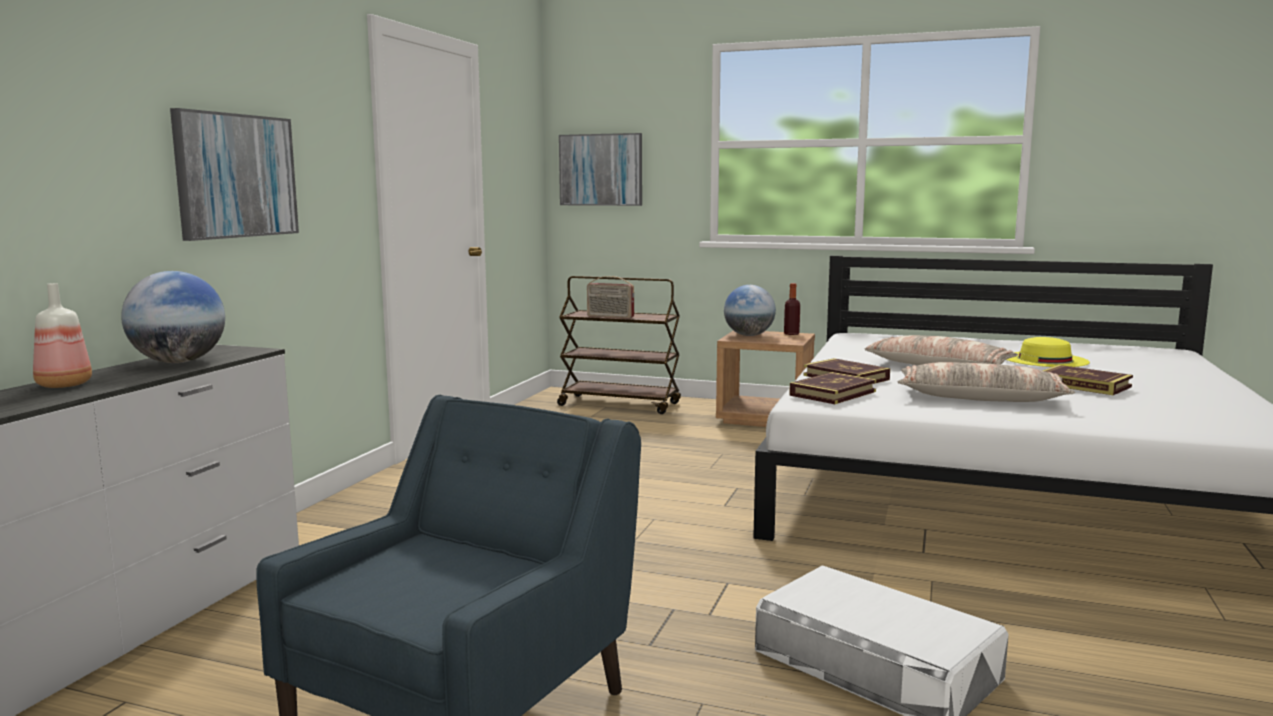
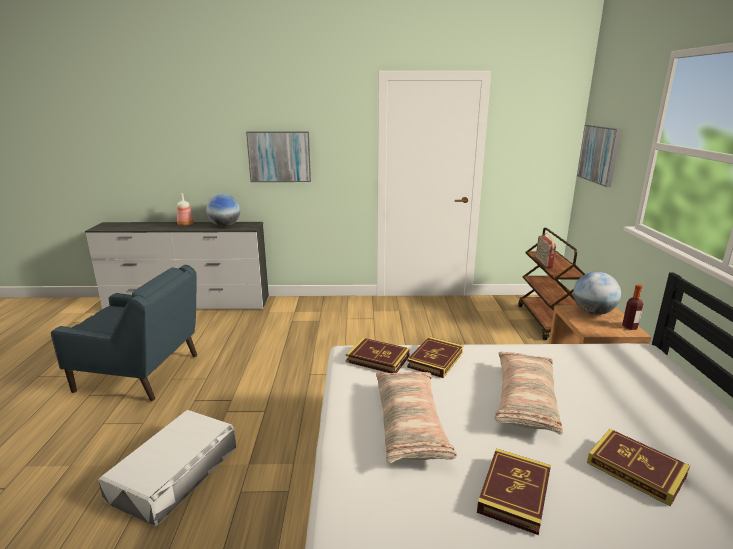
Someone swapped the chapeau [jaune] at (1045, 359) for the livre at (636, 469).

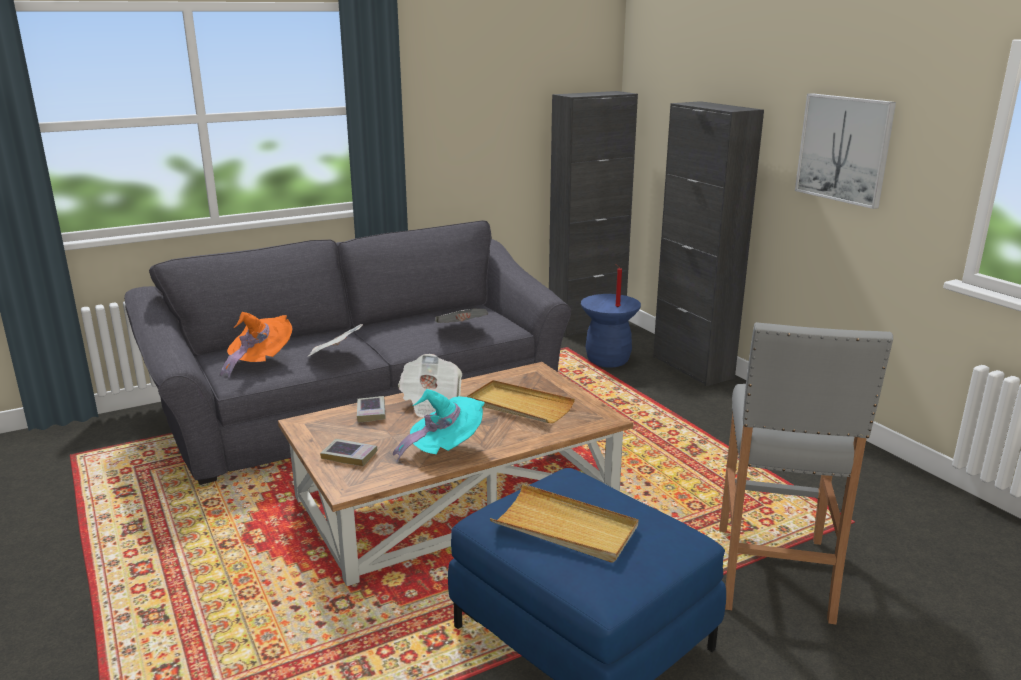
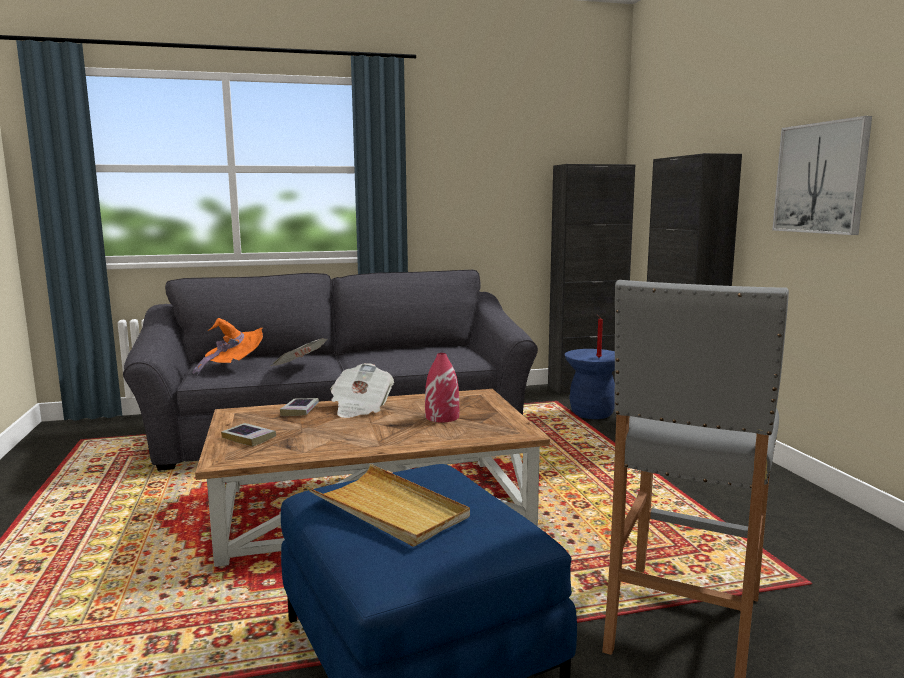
Someone took away the chapeau [turquoise] at (444, 449).
Someone took away the journal at (461, 330).
Someone swapped the plateau [beige] at (519, 405) for the vase [rouge] at (442, 417).

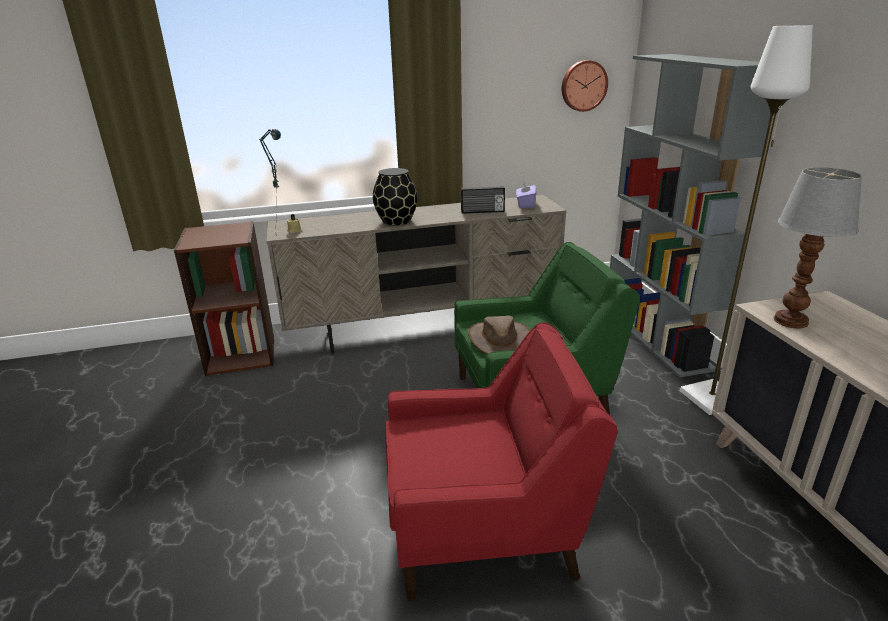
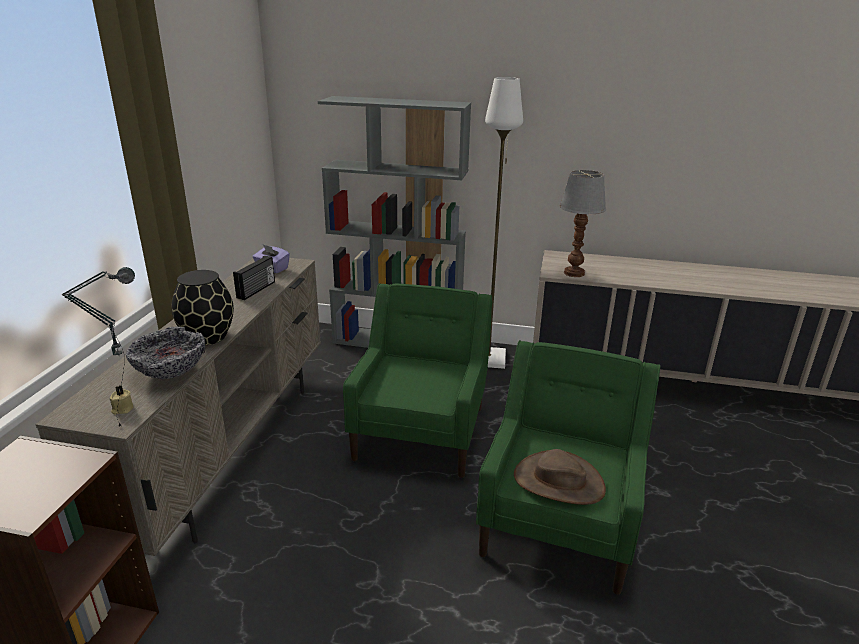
Someone took away the horloge murale at (583, 85).
Someone put down the bol at (170, 373).
Someone carried the chapeau [marron] from (499, 339) to (558, 482).
Someone repainted the fauteuil [rouge] at (485, 527), which became the fauteuil [vert] at (559, 521).

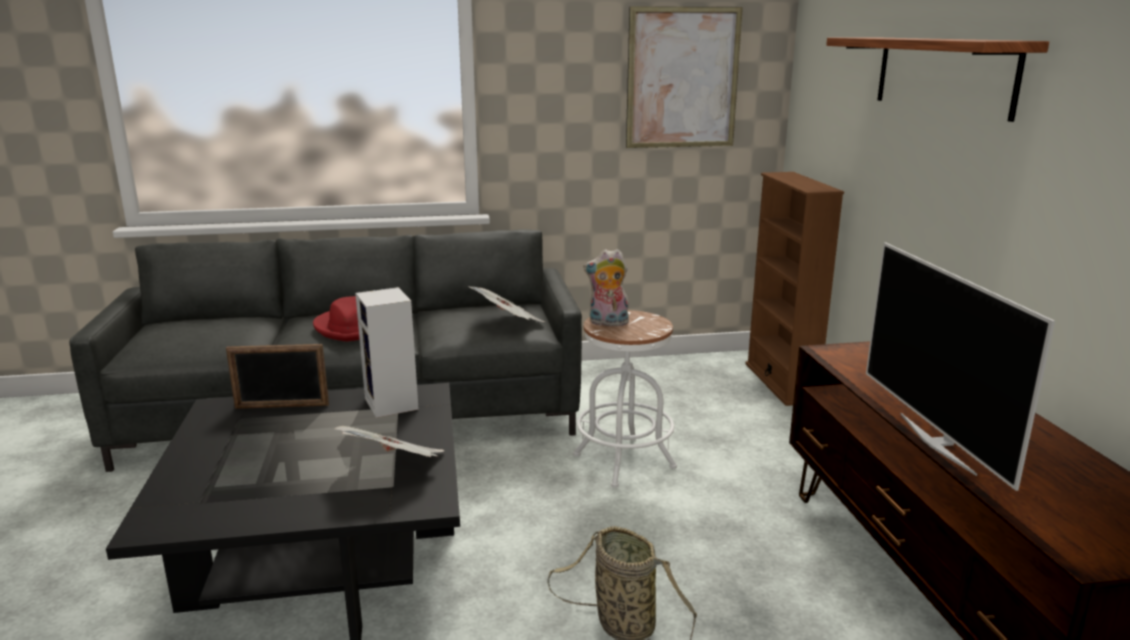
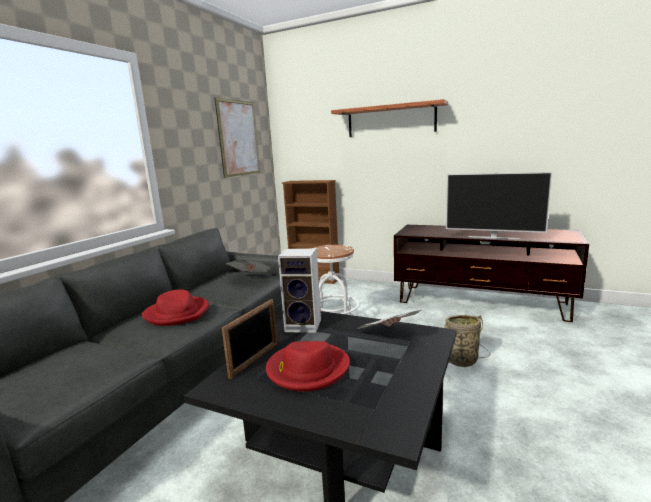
Someone took away the peluche at (607, 323).
Someone put down the chapeau [rouge] at (307, 369).

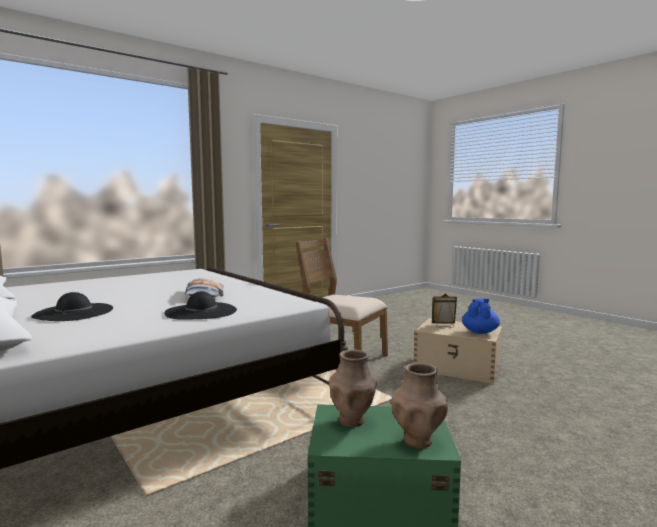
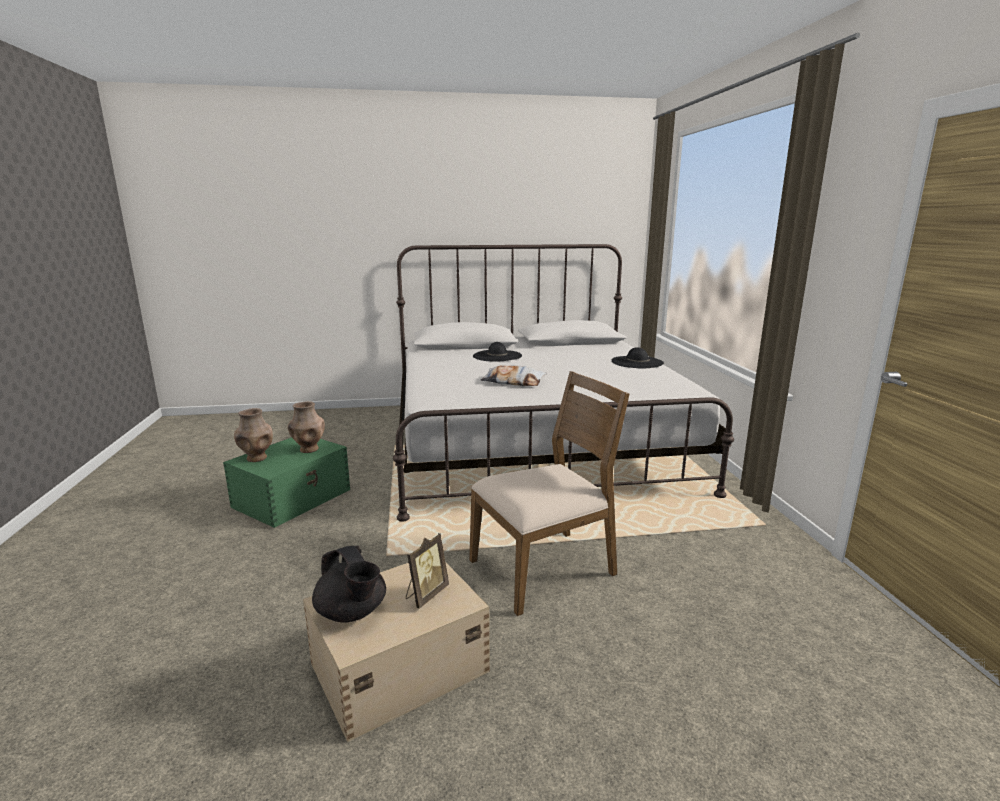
Someone carried the chapeau [noir] from (201, 311) to (637, 362).
Someone repainted the théière [bleu] at (480, 332), which became the théière [noir] at (352, 613).

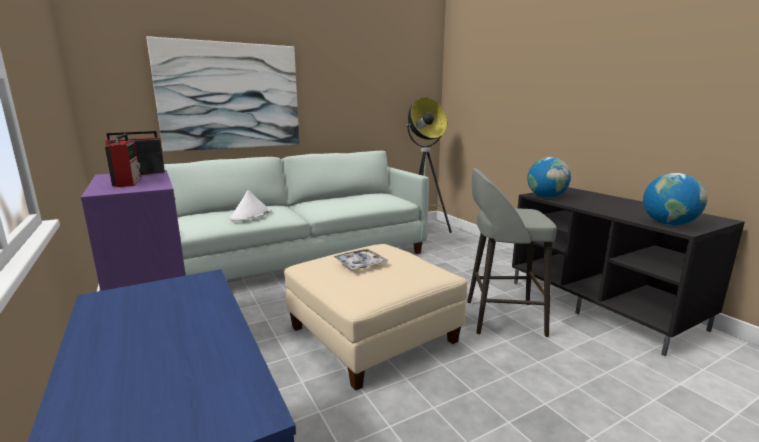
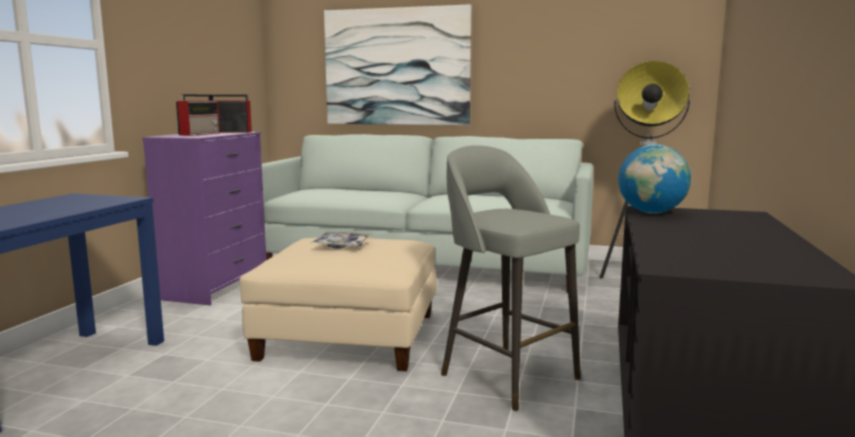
Someone took away the chapeau [blanc] at (250, 215).
Someone took away the globe at (669, 224).

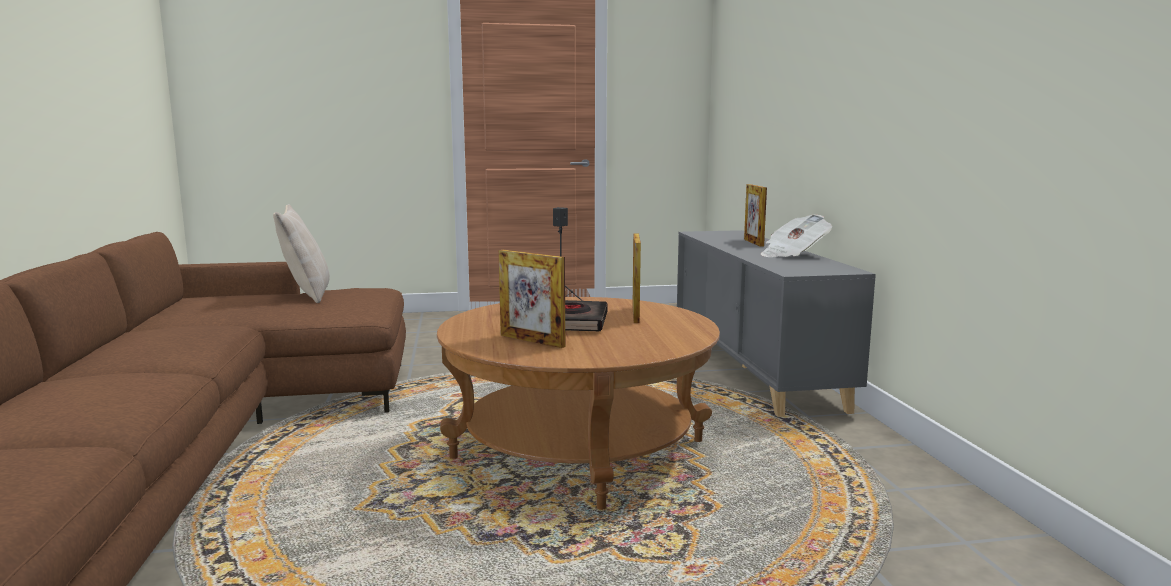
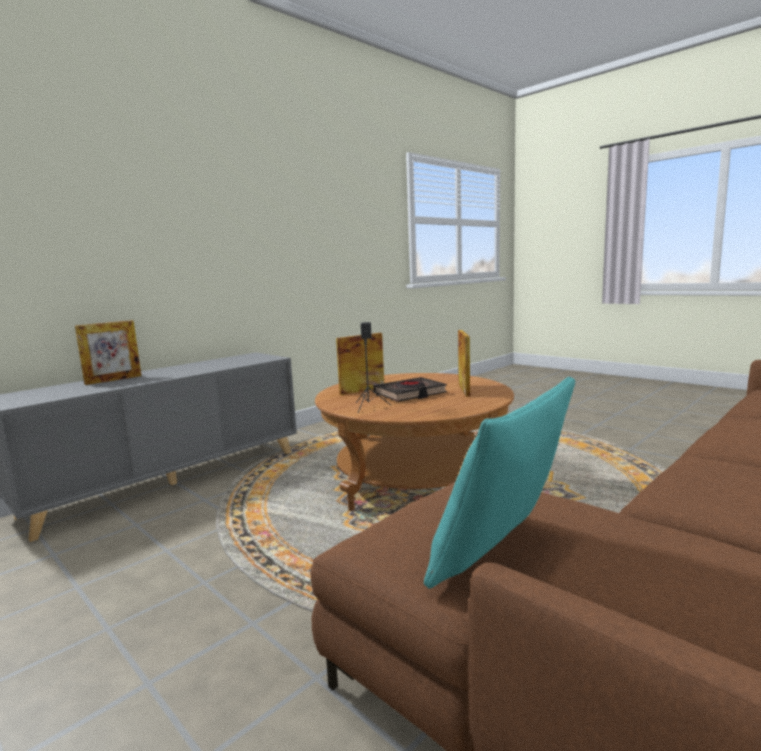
Someone took away the journal at (793, 255).
Someone repainted the coussin [beige] at (307, 294), which became the coussin [turquoise] at (501, 555).

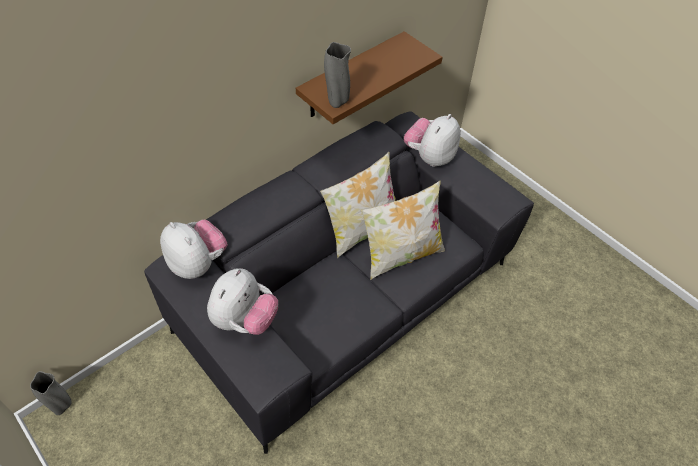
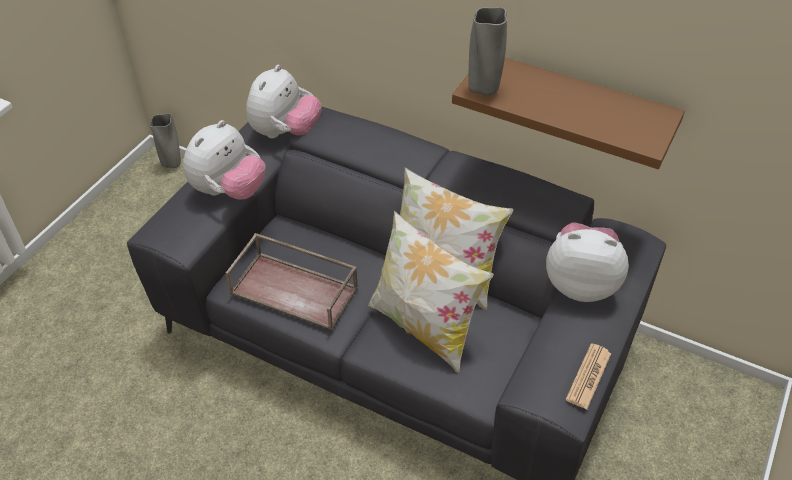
Someone put down the plateau [marron] at (295, 290).
Someone put down the journal at (588, 376).
Someone rotated the peluche at (245, 320) by 60 degrees counterclockwise.

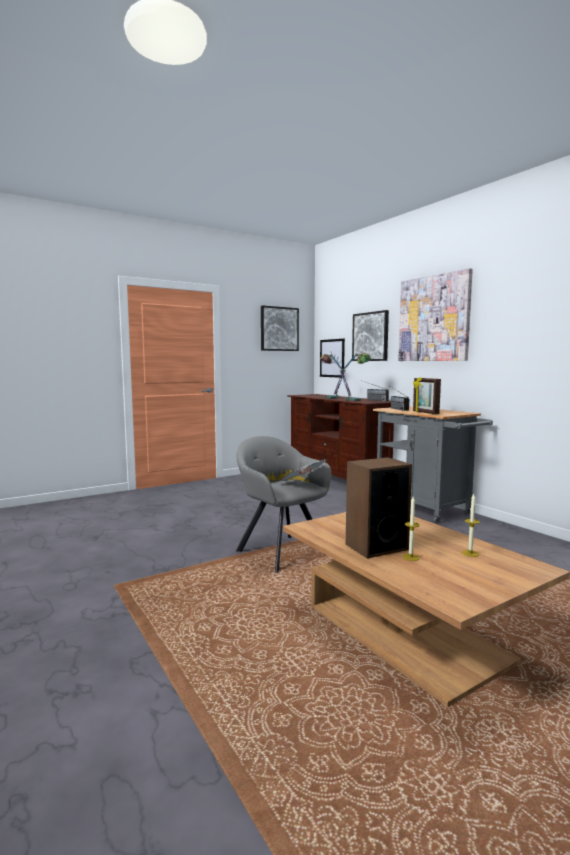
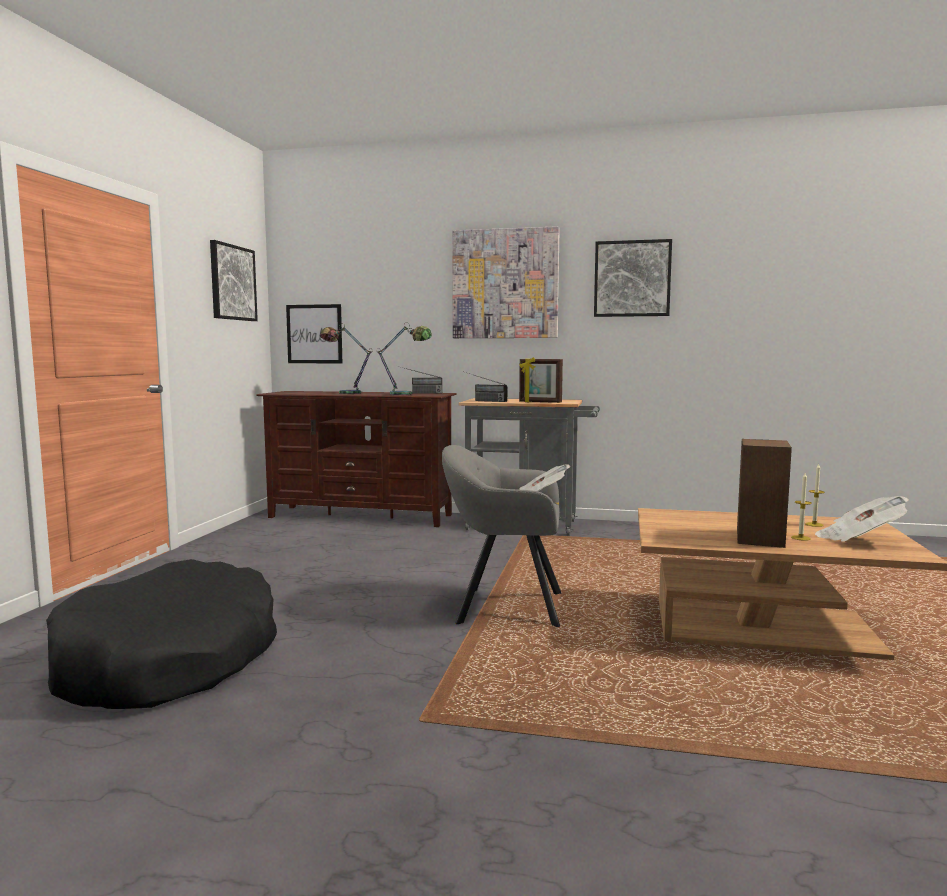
Someone put down the panier pour chien [noir] at (168, 661).
Someone put down the journal at (859, 539).
Someone carried the tableau from (370, 336) to (632, 279).

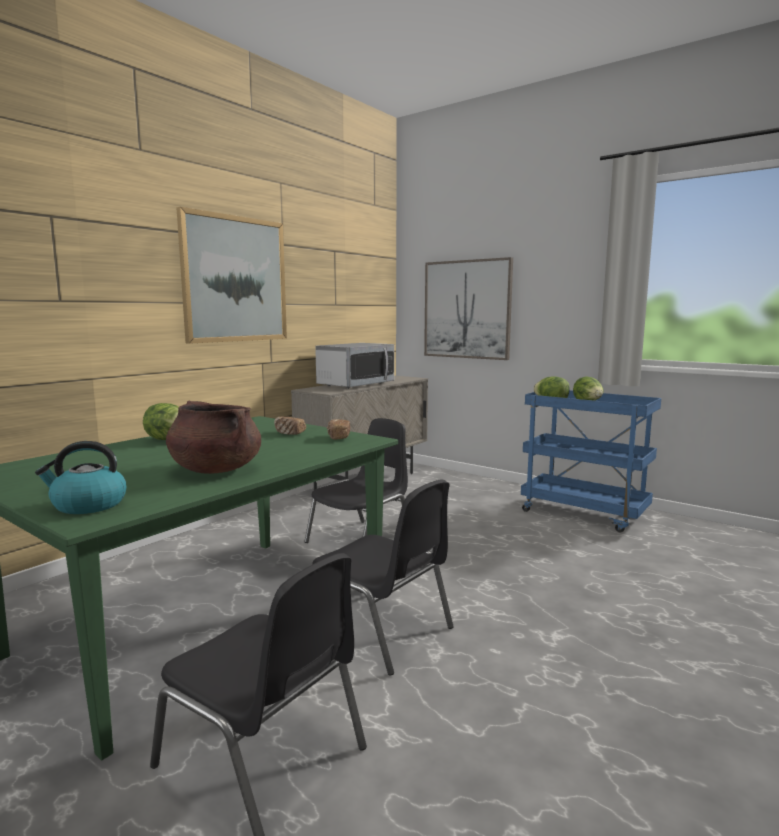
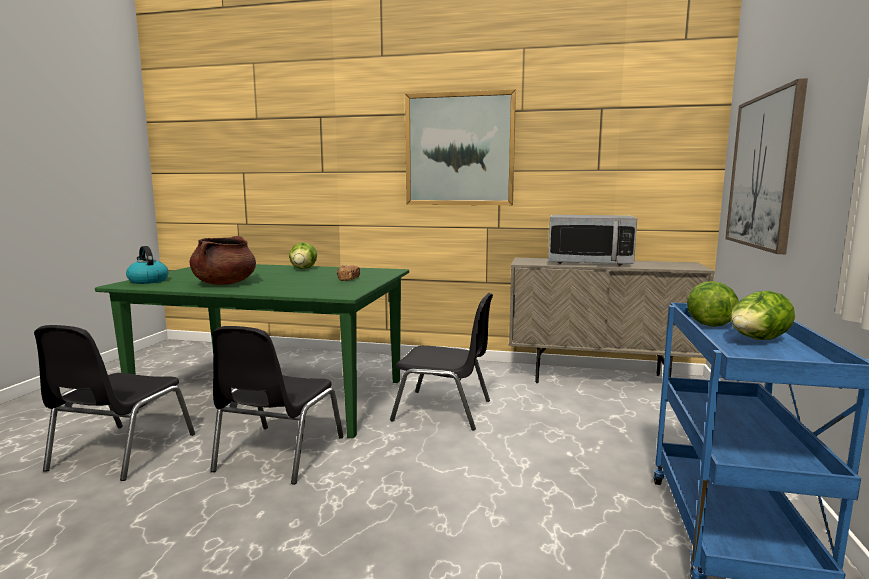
Someone took away the pain at (338, 437).

